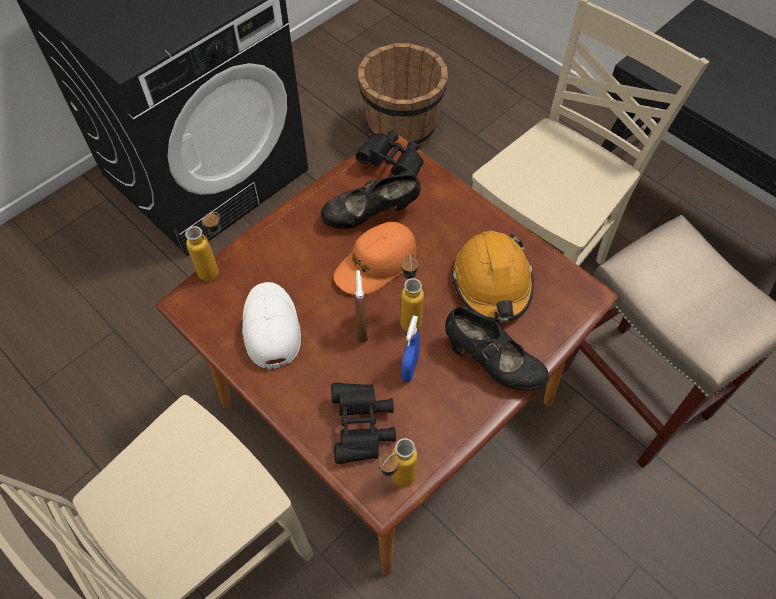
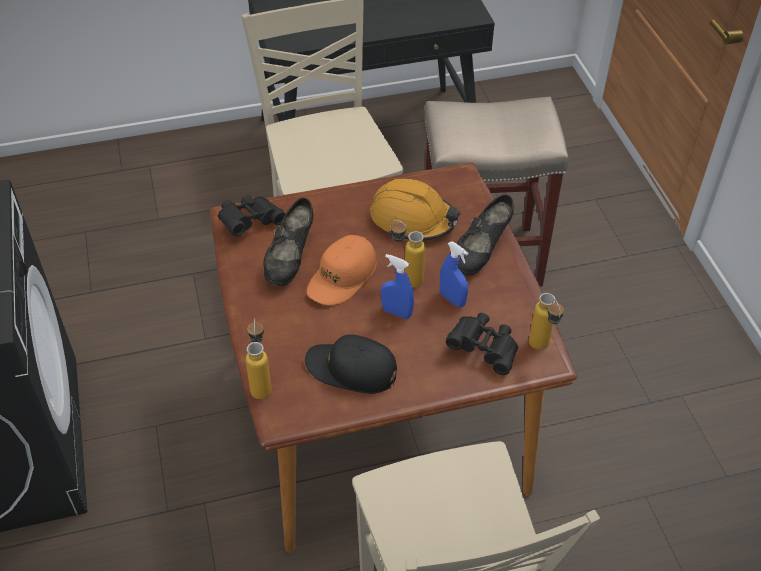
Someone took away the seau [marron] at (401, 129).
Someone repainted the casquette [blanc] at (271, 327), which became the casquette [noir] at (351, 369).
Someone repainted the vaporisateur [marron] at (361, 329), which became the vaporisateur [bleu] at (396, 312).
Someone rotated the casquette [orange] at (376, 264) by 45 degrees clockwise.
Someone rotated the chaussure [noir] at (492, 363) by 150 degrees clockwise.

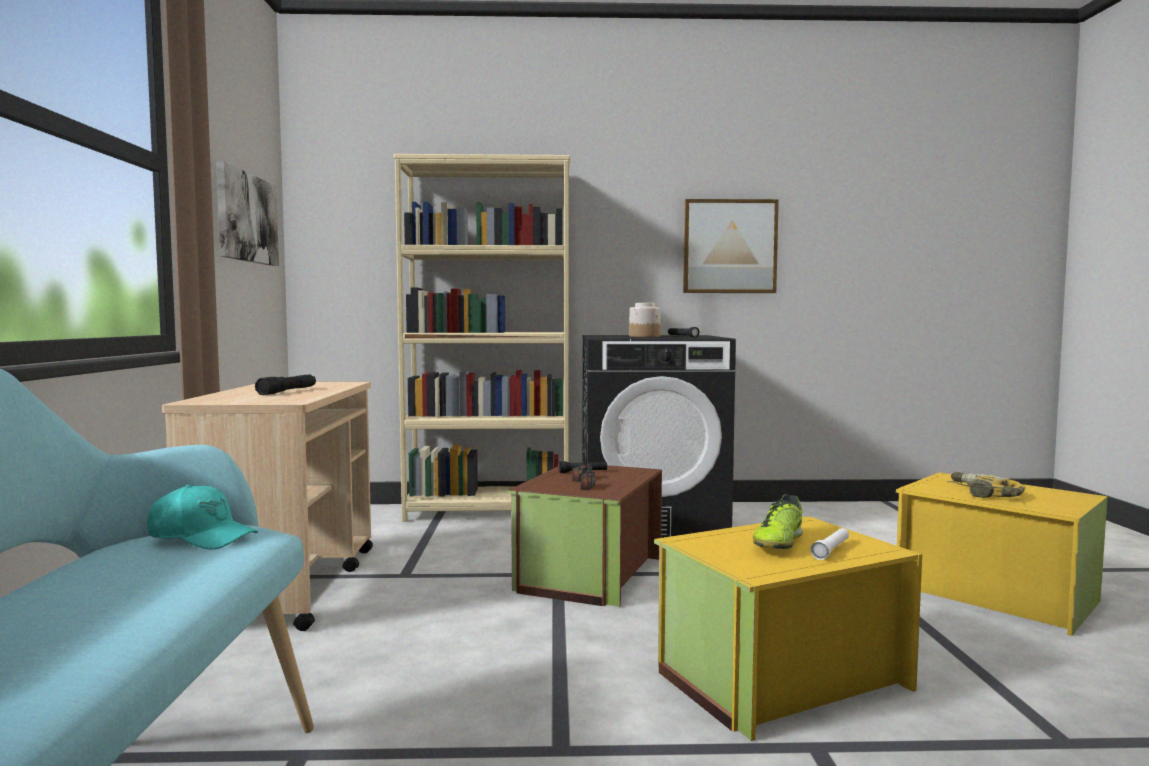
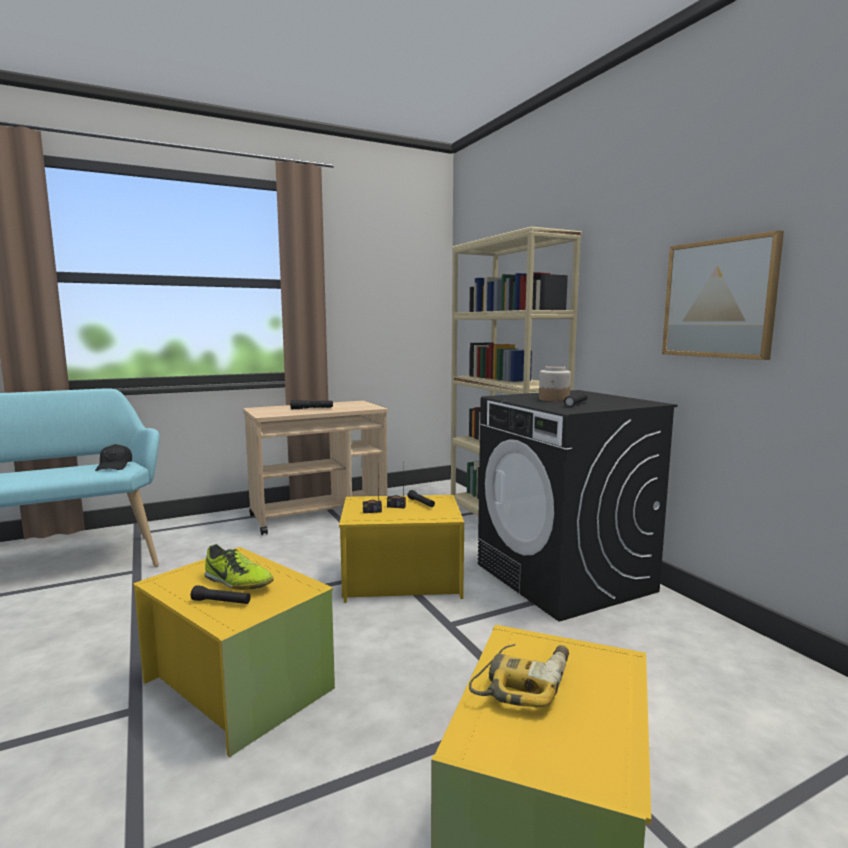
Someone took away the tableau at (246, 218).
Someone repainted the casquette [turquoise] at (202, 537), which became the casquette [noir] at (115, 466).
Someone repainted the boîte de rangement [marron] at (588, 574), which became the boîte de rangement [jaune] at (401, 580).
Someone repainted the lampe de poche [blanc] at (831, 550), which became the lampe de poche [noir] at (221, 602).
Someone rotated the chaussure at (778, 543) by 150 degrees counterclockwise.

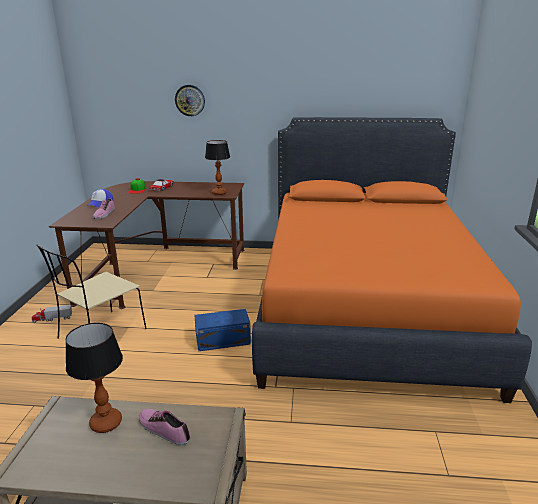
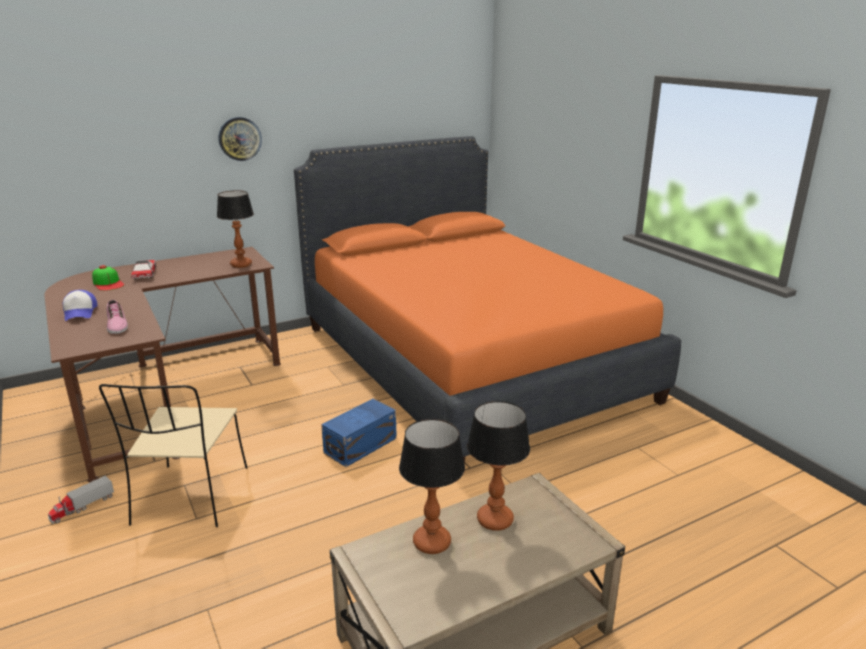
Someone carried the horloge murale from (190, 100) to (240, 138).
Someone swapped the chaussure at (164, 429) for the lampe de table at (495, 520).

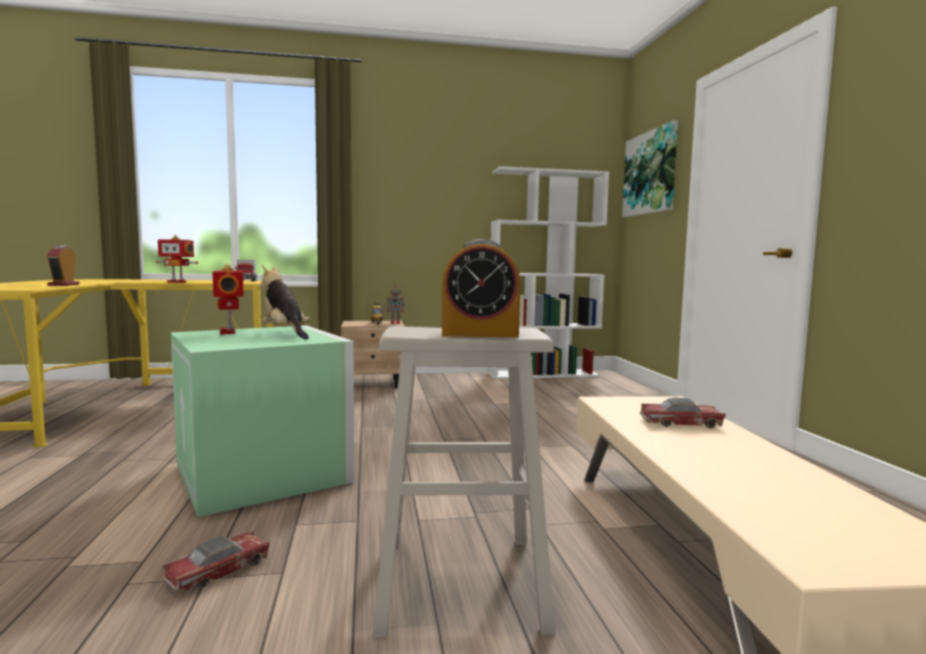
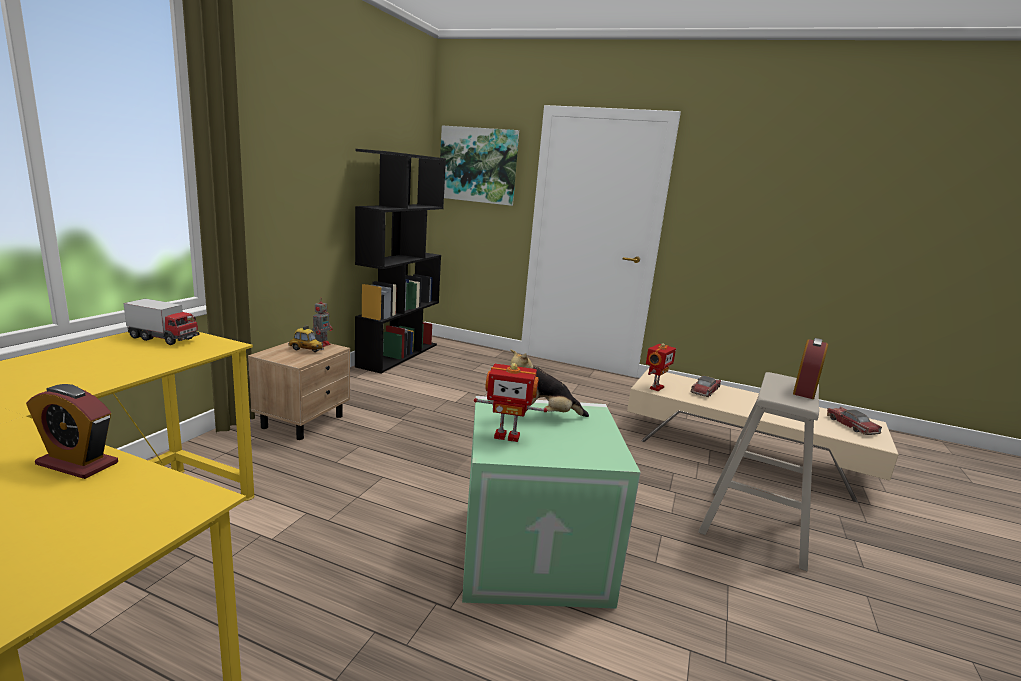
Someone carried the robot jouet from (177, 282) to (655, 387).
Someone carried the petite voiture from (218, 571) to (851, 426).
Someone repainted the bibliothèque [blanc] at (543, 374), which became the bibliothèque [noir] at (398, 355).

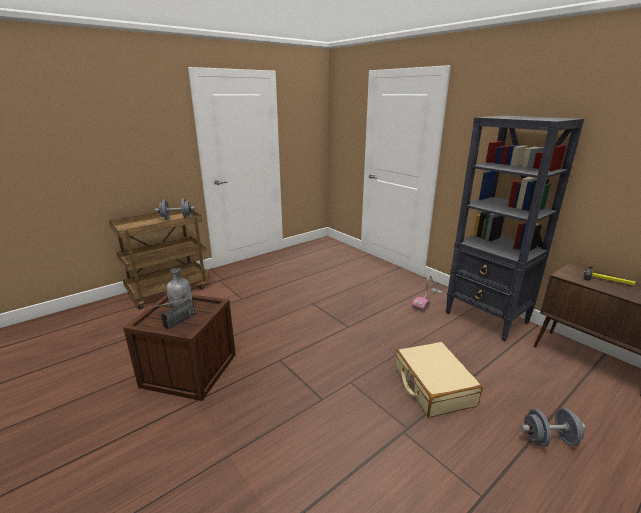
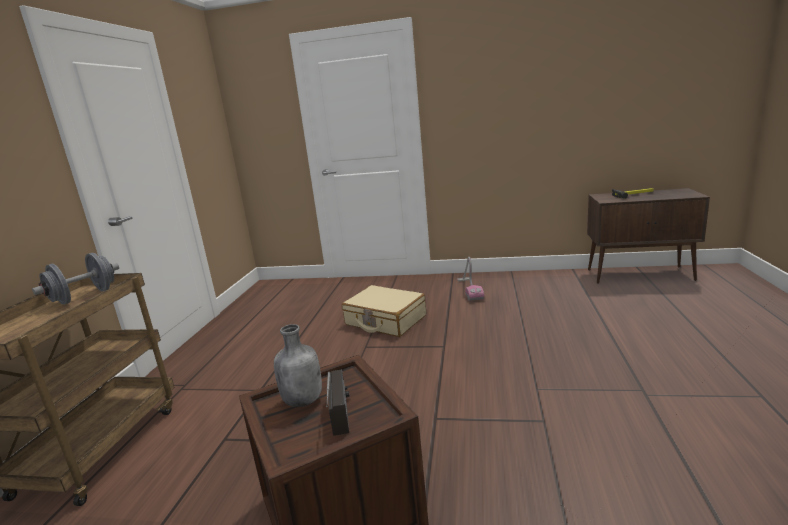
Someone took away the bibliothèque [noir] at (487, 318).
Someone took away the haltère [gris] at (548, 439).
Someone carried the valise [beige] from (433, 386) to (385, 320).

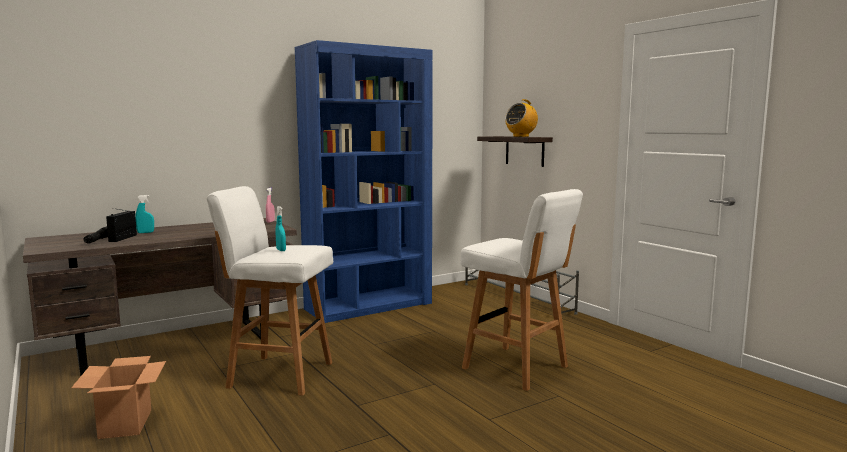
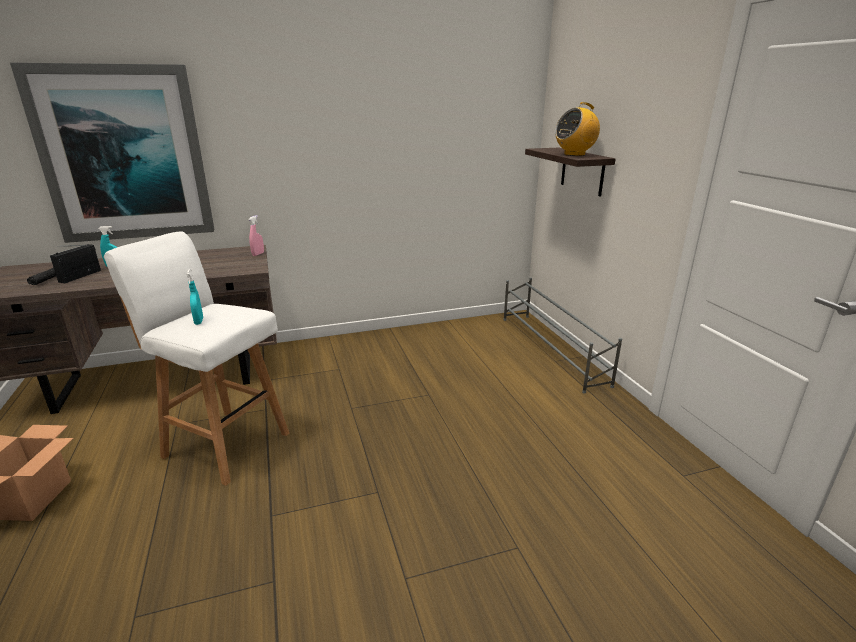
Someone took away the bibliothèque [bleu] at (369, 306).
Someone took away the tabouret [blanc] at (517, 368).
Someone put up the tableau at (125, 154).

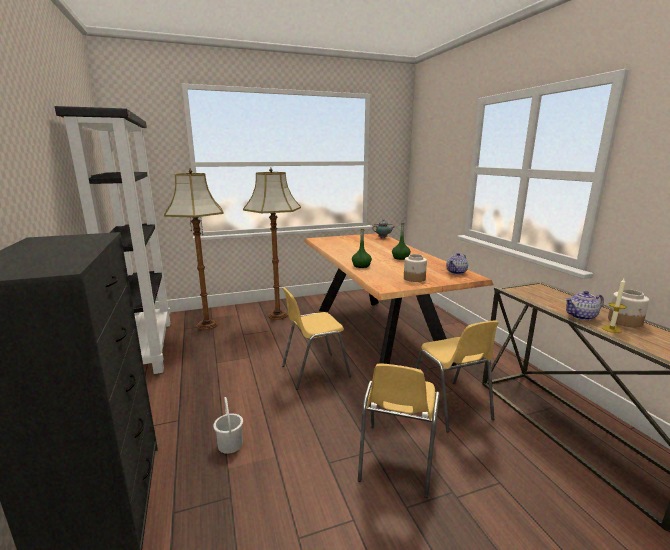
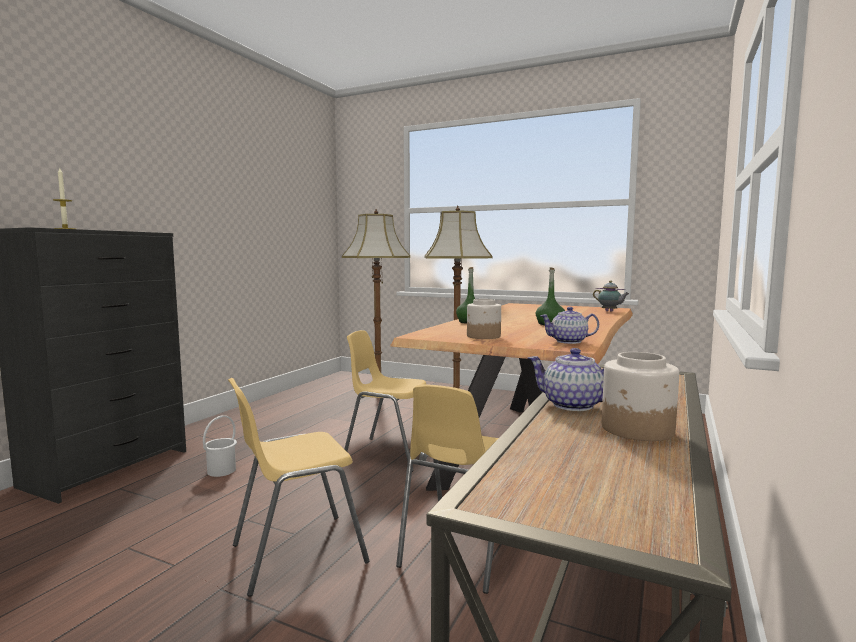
Someone took away the bibliothèque [noir] at (146, 347).
Someone carried the bougie from (611, 329) to (65, 229).

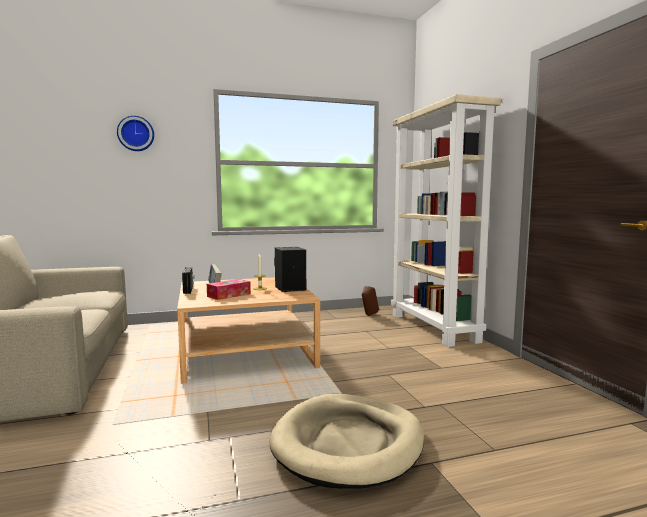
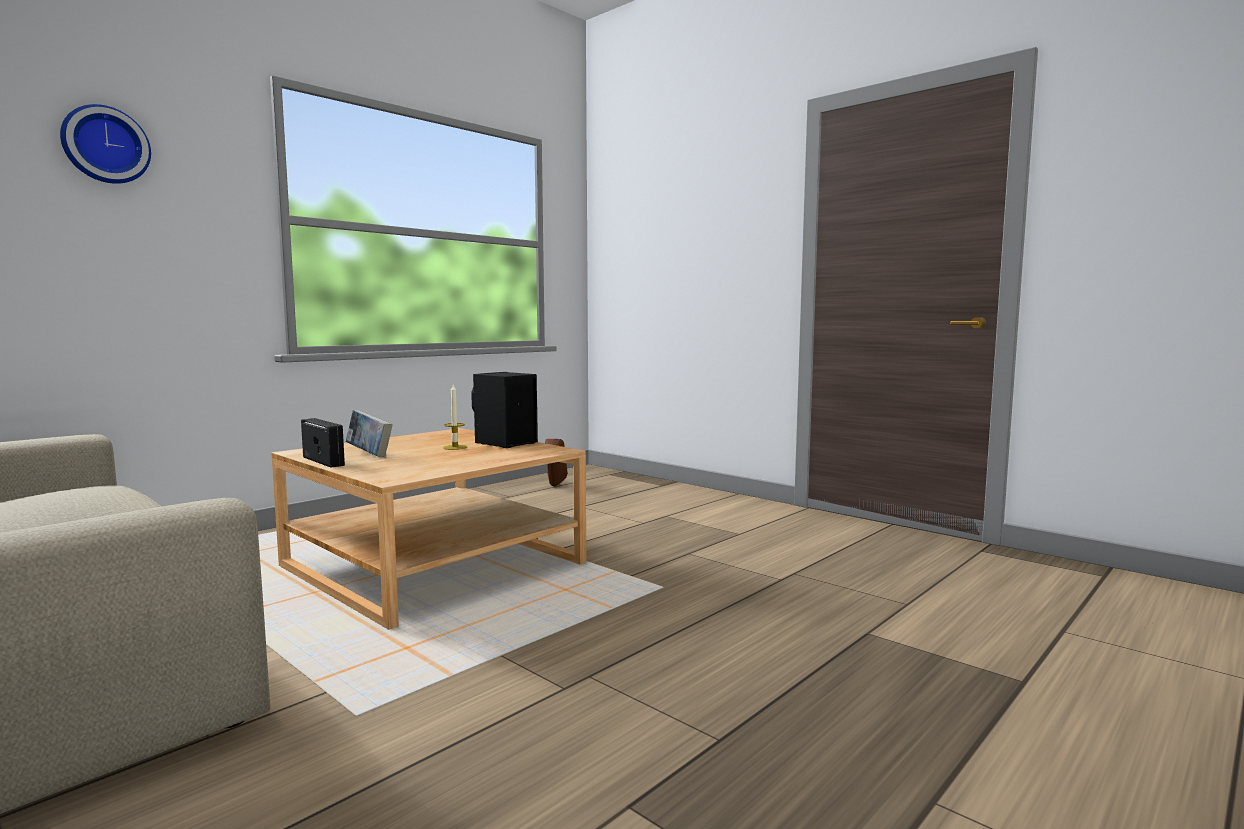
Someone took away the boîte à mouchoirs at (229, 295).
Someone took away the panier pour chien [beige] at (348, 443).
Someone took away the bibliothèque [beige] at (434, 328).

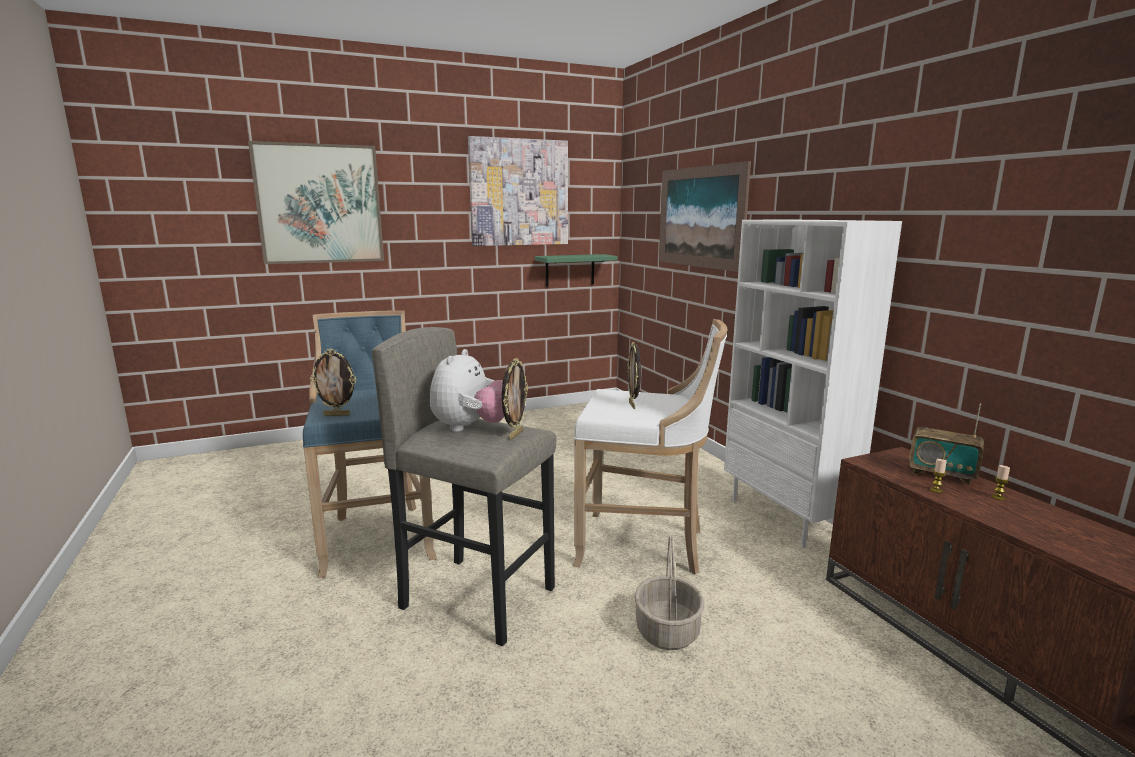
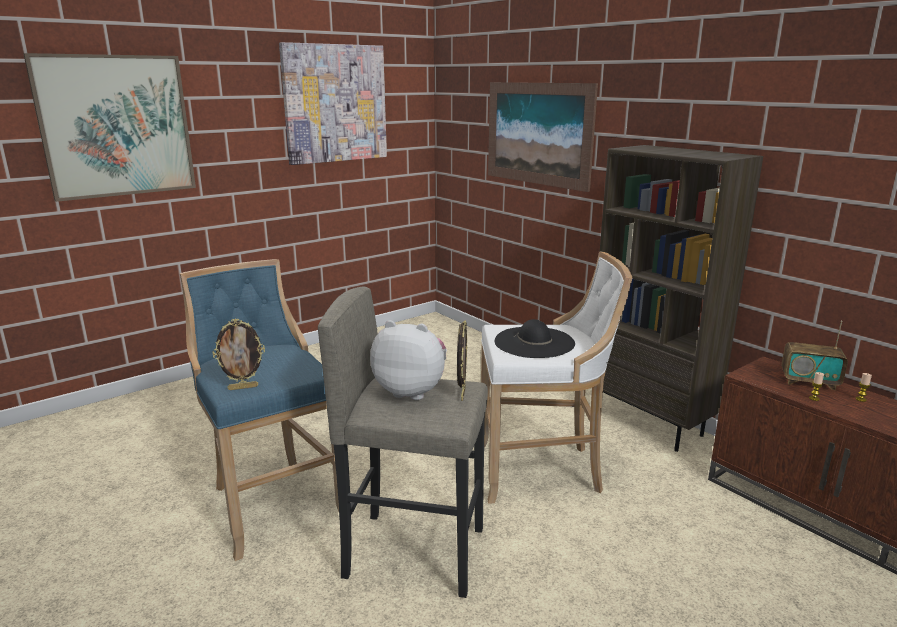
Someone took away the étagère [vert] at (570, 270).
Someone took away the panier at (668, 632).
Someone swapped the cadre photo at (633, 405) for the chapeau [noir] at (534, 342).
Someone repainted the bibliothèque [blanc] at (786, 518), which became the bibliothèque [marron] at (650, 423).
Someone rotated the peluche at (470, 428) by 75 degrees counterclockwise.

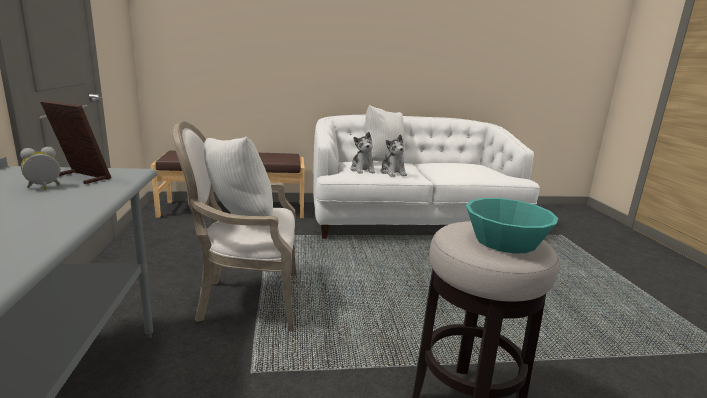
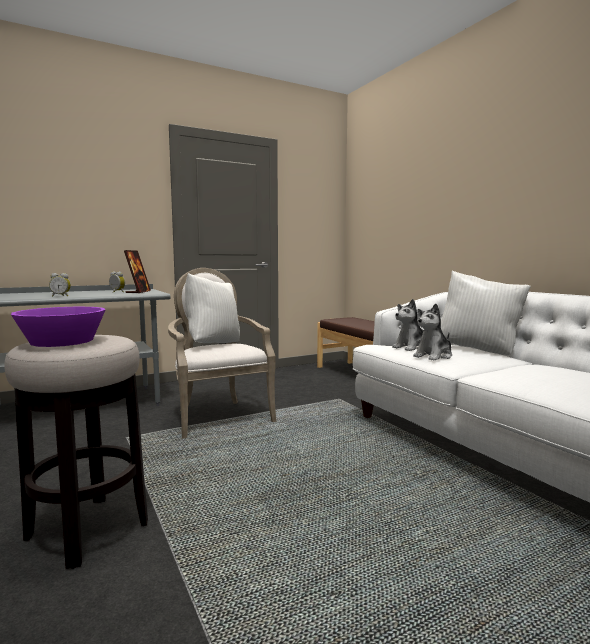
Someone put down the réveil at (61, 296).
Someone repainted the bol [turquoise] at (505, 241), which became the bol [violet] at (62, 341).

